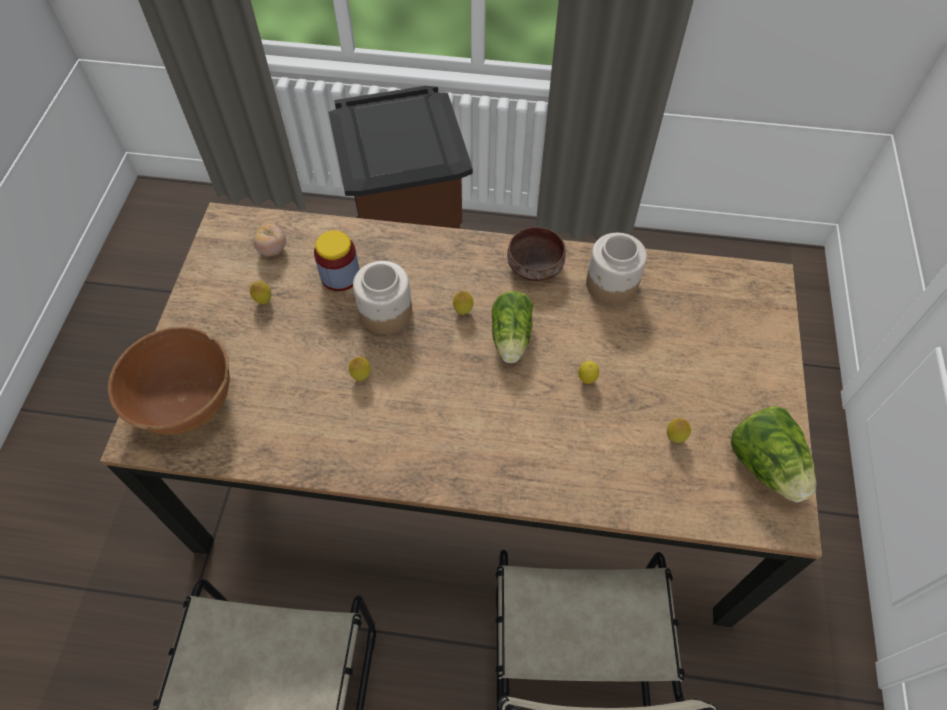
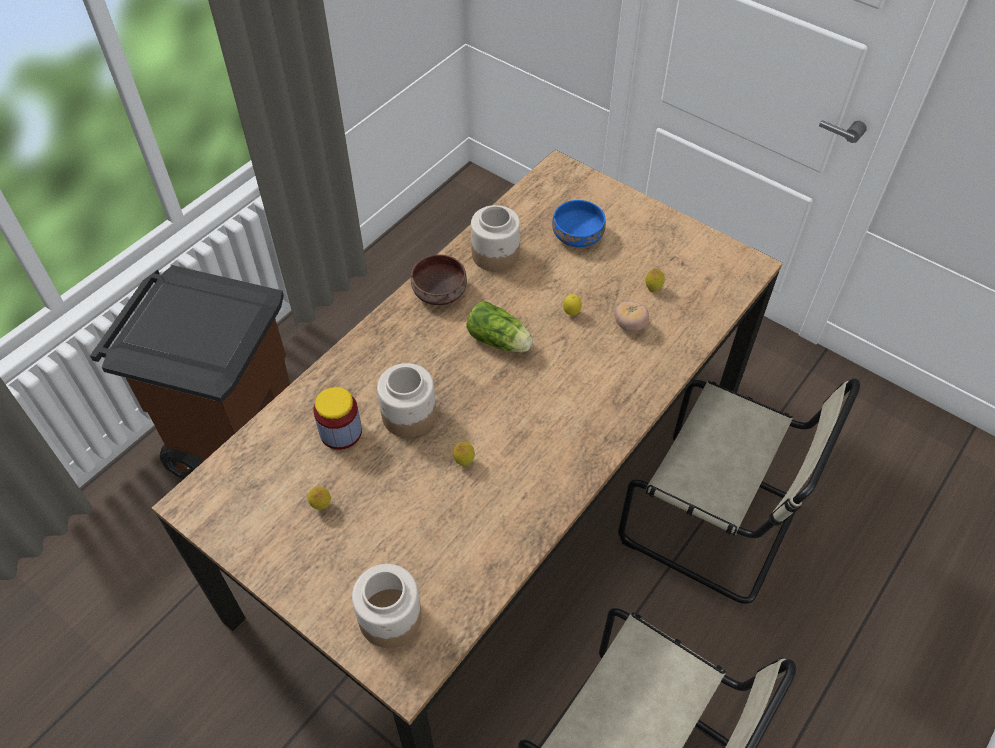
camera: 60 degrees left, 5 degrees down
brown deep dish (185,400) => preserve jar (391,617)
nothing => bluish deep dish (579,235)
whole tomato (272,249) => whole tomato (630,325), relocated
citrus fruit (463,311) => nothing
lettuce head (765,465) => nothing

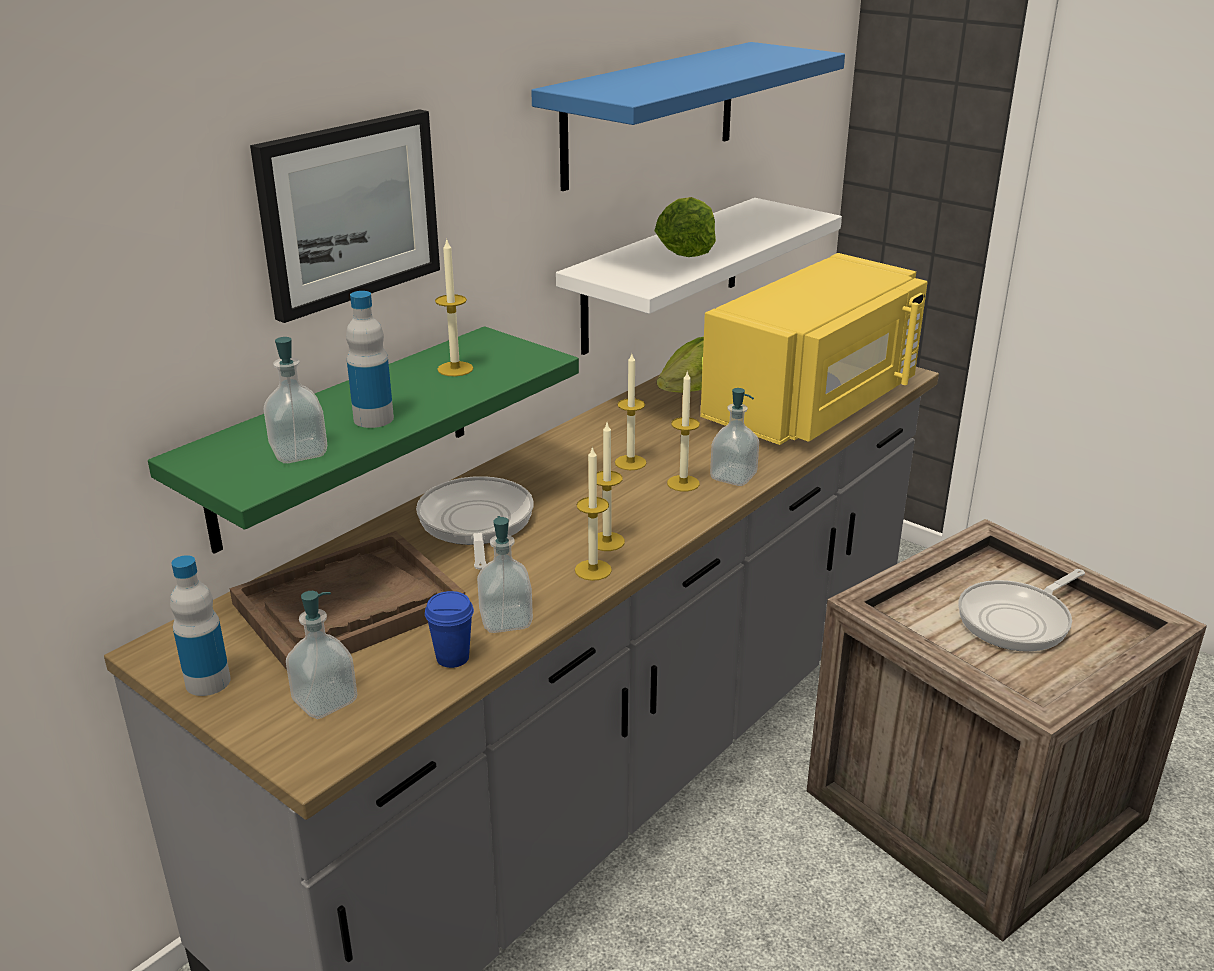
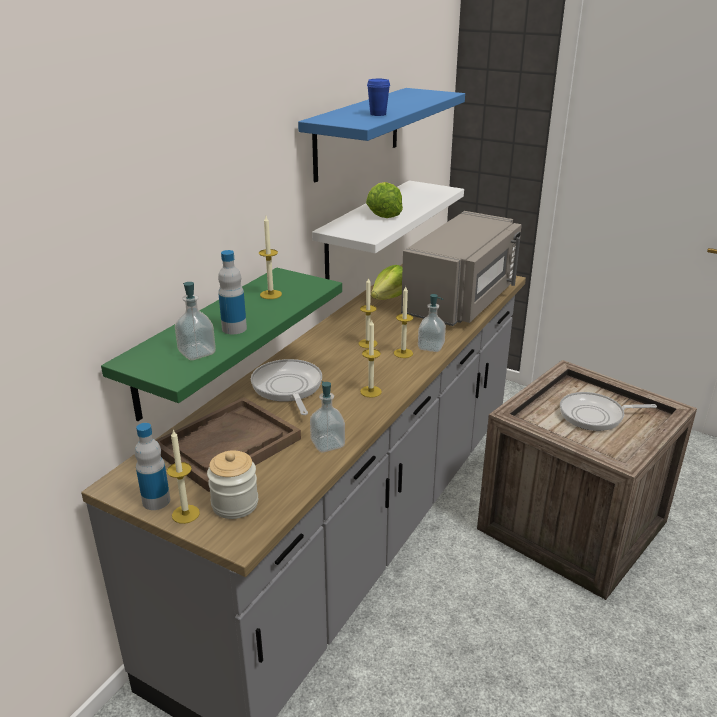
camera: 10 degrees left, 0 degrees up
wax candle (593,570) => wax candle (185,514), relocated
soap dispenser (325,701) => preserve jar (235,504)
bluish cup (452,658) => bluish cup (378,114), relocated
yellow microwave (814,403) => greyish microwave (462,300)
pan (1018,620) => pan (595,415), 45 degrees clockwise
wall art (348,212) => nothing

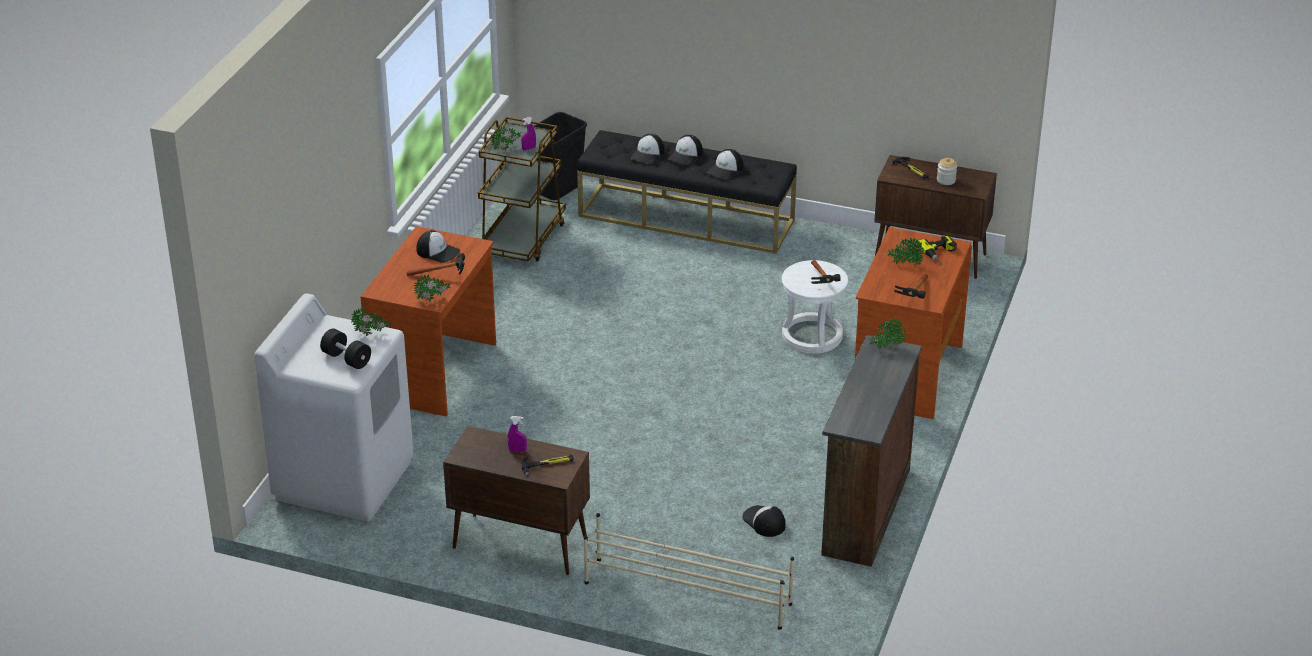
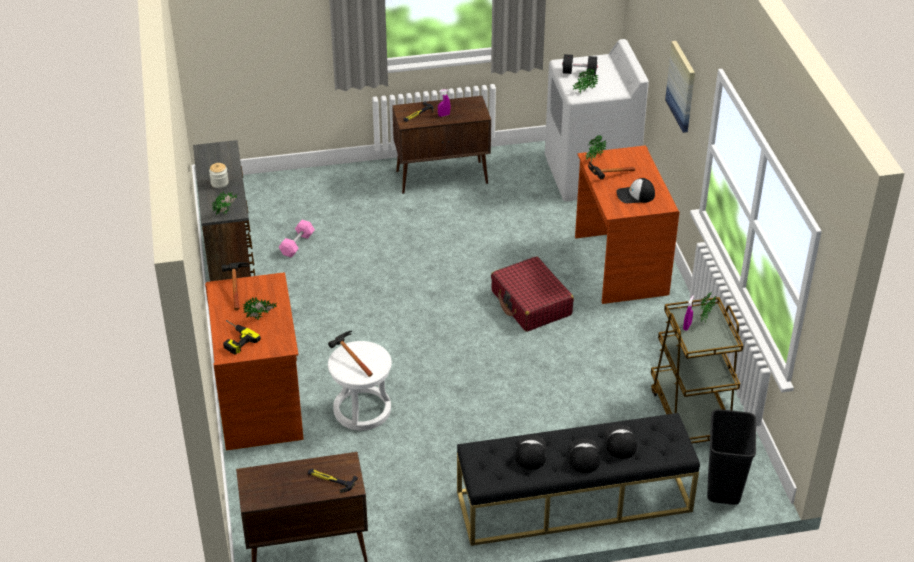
camera: 150 degrees right, 5 degrees up
preserve jar (946,180) => preserve jar (219,183), relocated
cap (764,522) => pink dumbbell (297,244)
nothing => red-coloured travel case (531,303)
nothing => wall art (682,86)
beige-coloured shoe shelf (686,593) => nothing

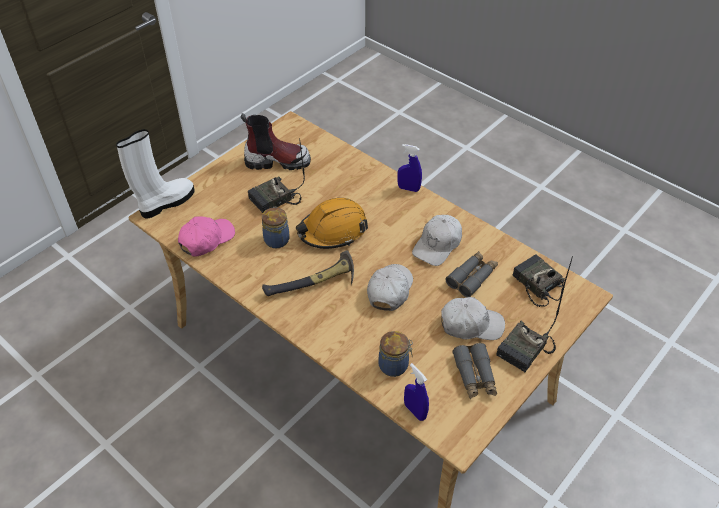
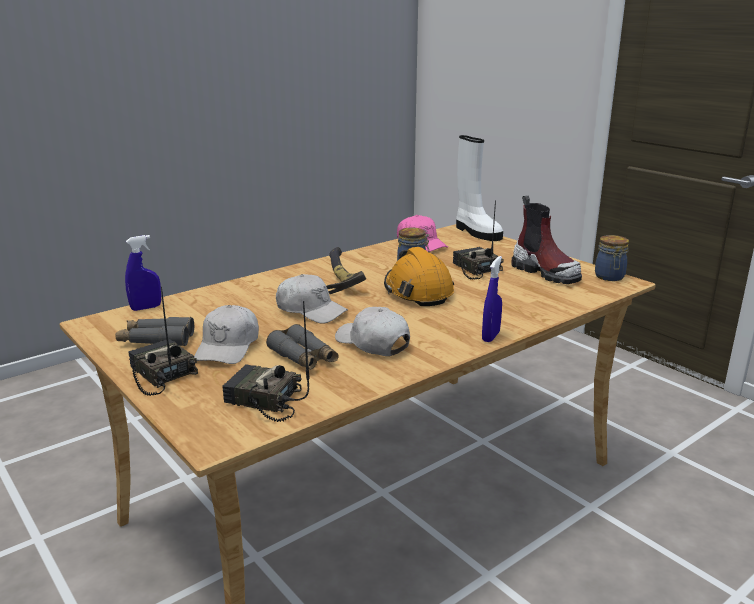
camera: 100 degrees right, 25 degrees down
radio receiver (535,284) => radio receiver (263,401), 135 degrees counterclockwise
boot (277,161) => boot (545,272), 45 degrees counterclockwise
preserve jar (394,365) => preserve jar (609,277), relocated

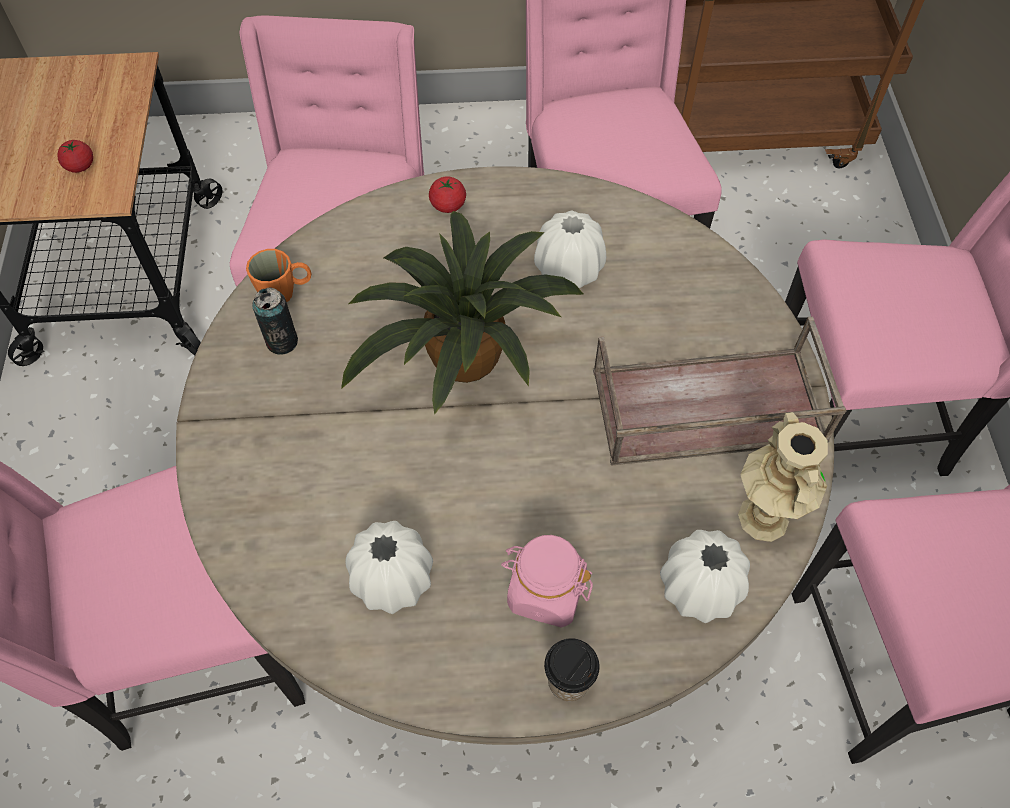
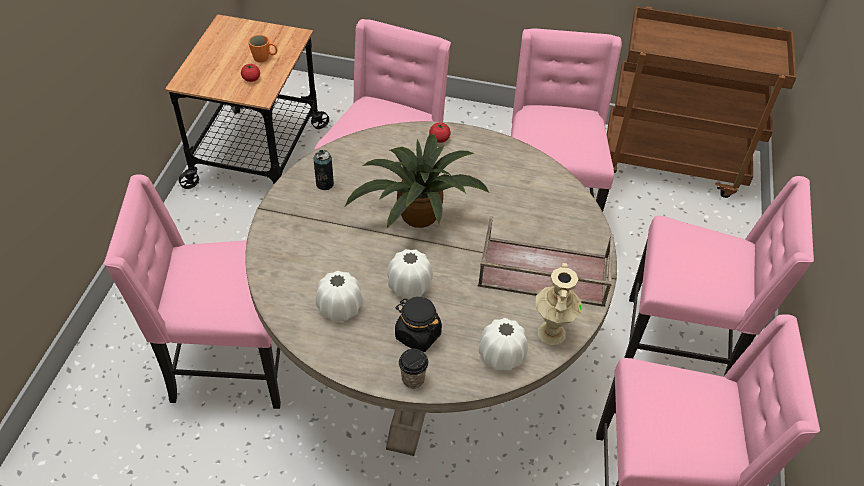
camera: 15 degrees right, 10 degrees down
orangey tea mug (285,292) => orangey tea mug (265,58), relocated
white decorative vase (568,269) => white decorative vase (409,286), relocated
pink preserve jar (545,591) => black preserve jar (417,335)

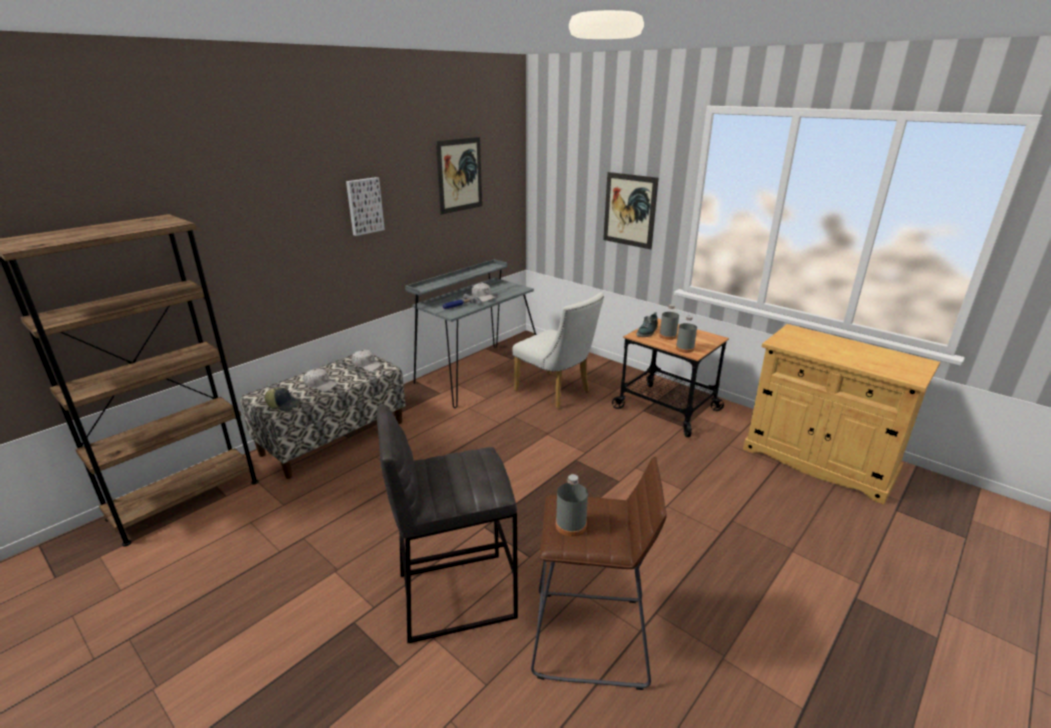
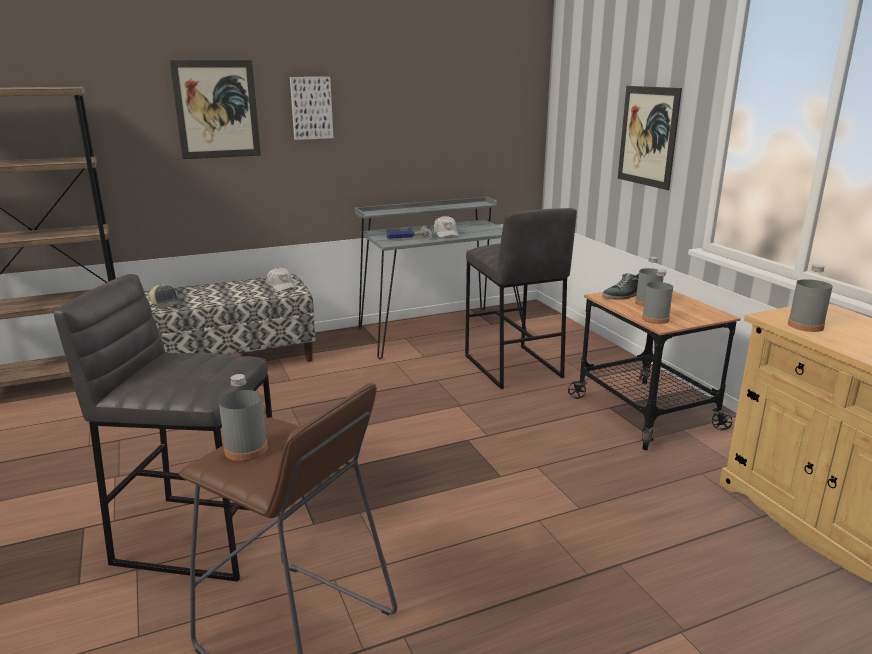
camera: 25 degrees right, 5 degrees down
wall art (459,175) => wall art (216,109), relocated
white upright chair (556,393) => greyish sitting stool (512,367)
nothing => greyish bottle (805,325)
white cap (321,385) => nothing

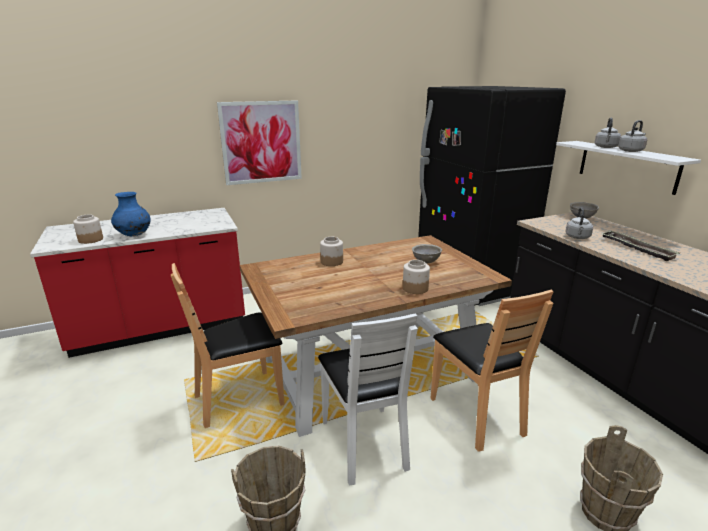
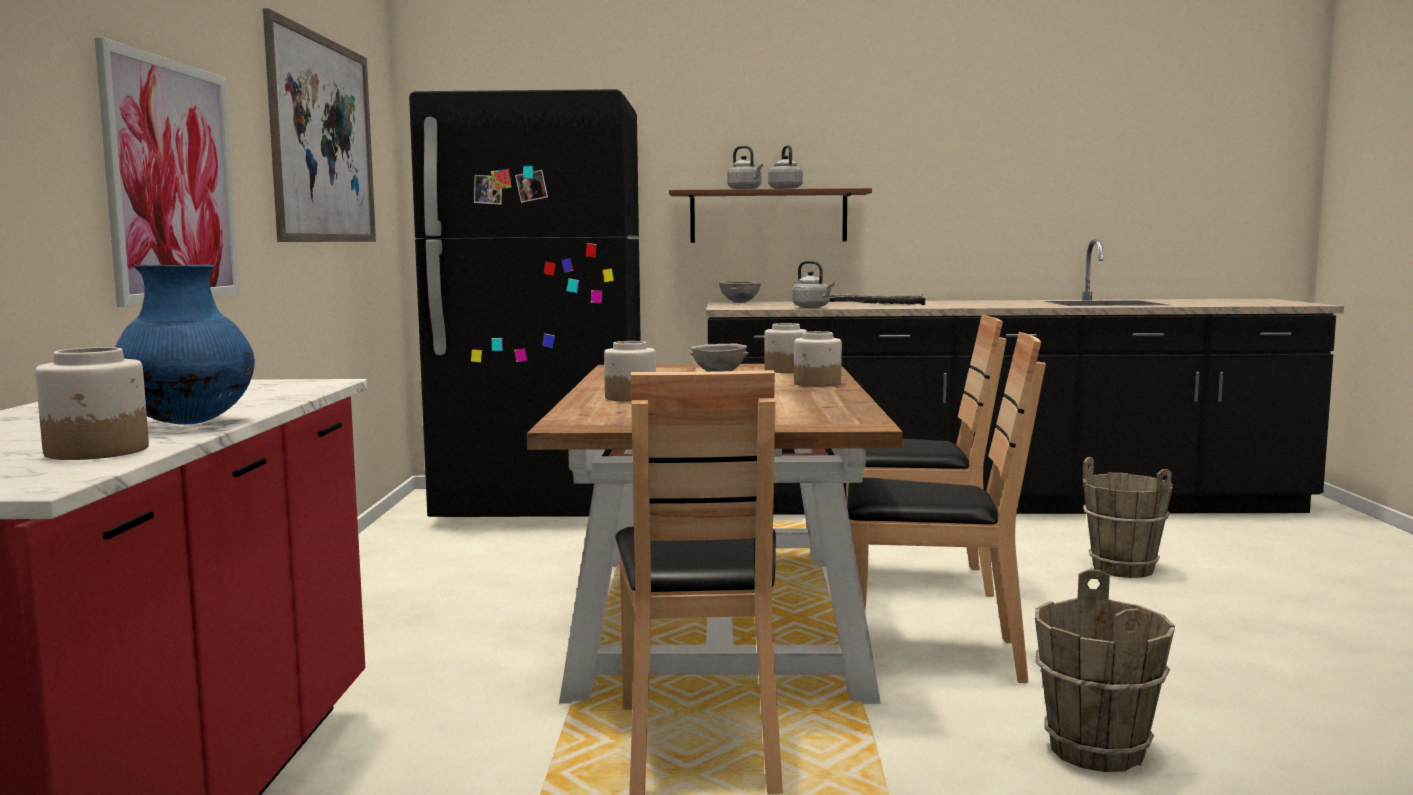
camera: 65 degrees left, 15 degrees down
nothing => wall art (324,140)
white shelf (627,166) => brown shelf (768,216)
nothing => preserve jar (785,370)
white upright chair (365,443) => brown upright chair (931,657)

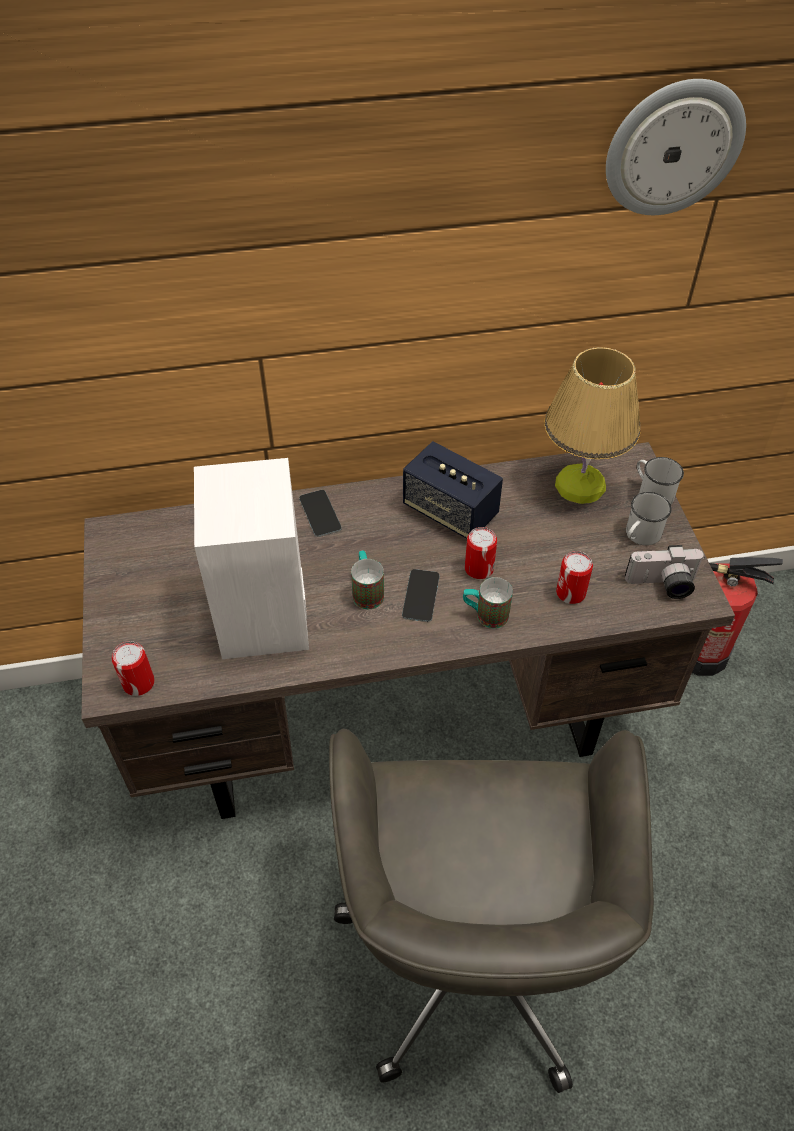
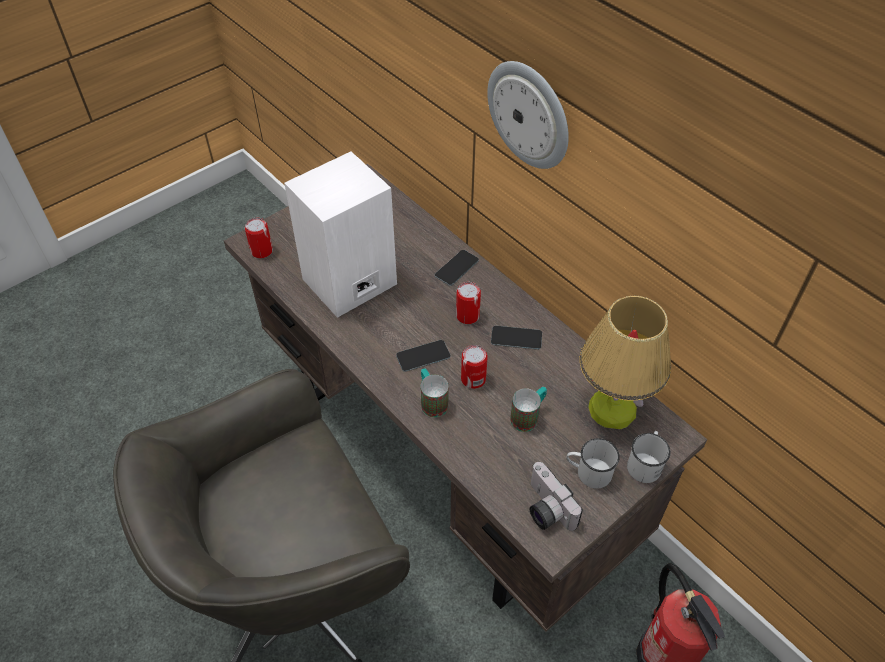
camera: 60 degrees right, 0 degrees up
sealed can (570,593) => sealed can (467,316), relocated
clock on the wall (673,147) => clock on the wall (529,114), relocated
loudspeaker (450,511) => telephone (516,338)
tea mug (366,591) => tea mug (528,416), relocated

